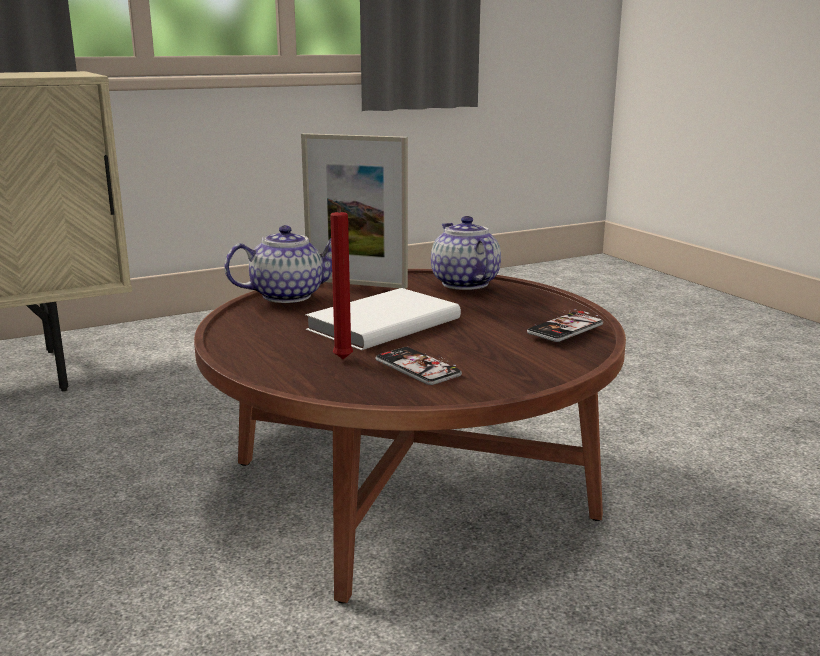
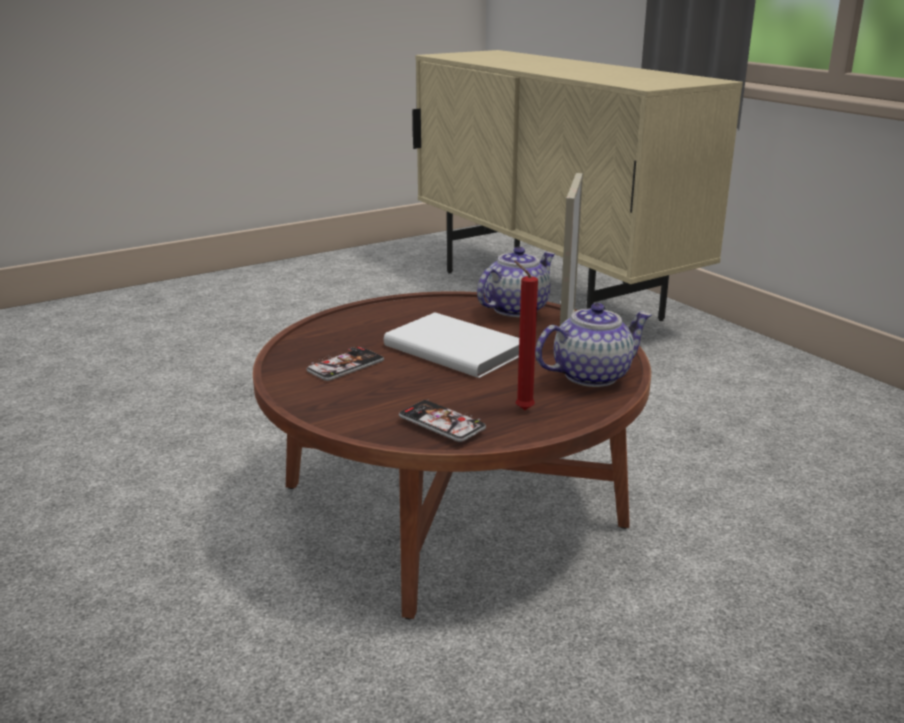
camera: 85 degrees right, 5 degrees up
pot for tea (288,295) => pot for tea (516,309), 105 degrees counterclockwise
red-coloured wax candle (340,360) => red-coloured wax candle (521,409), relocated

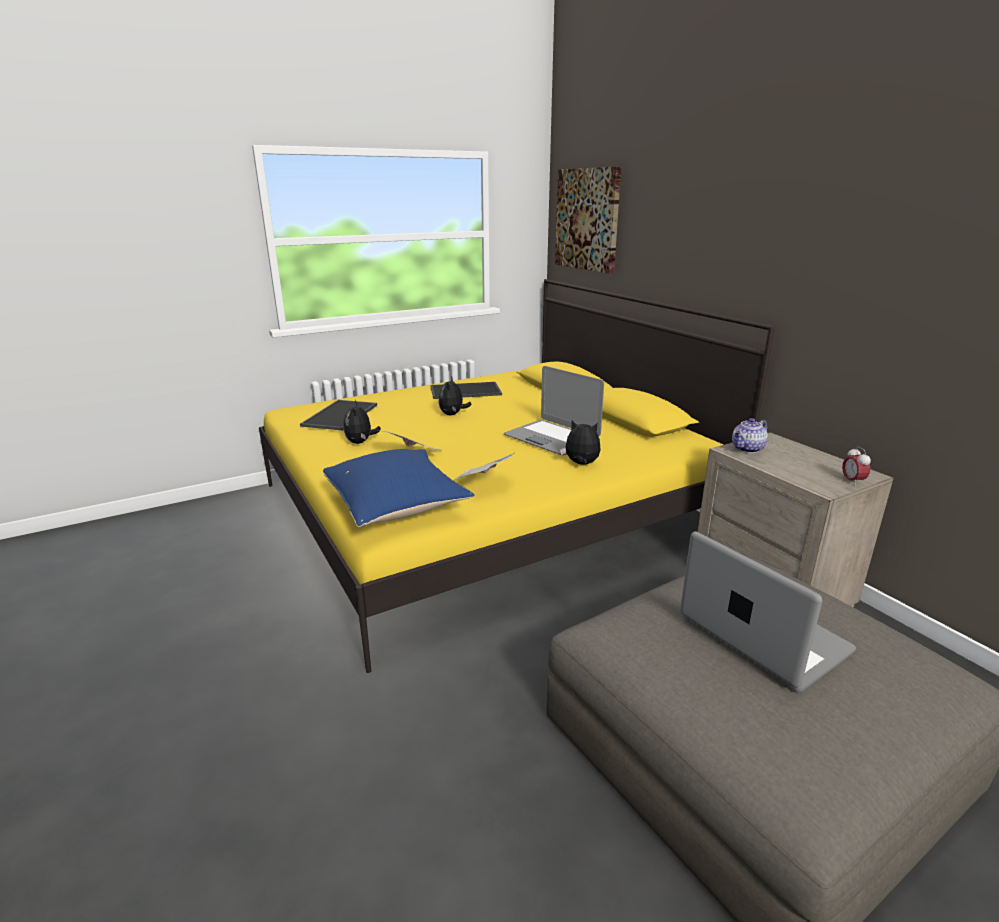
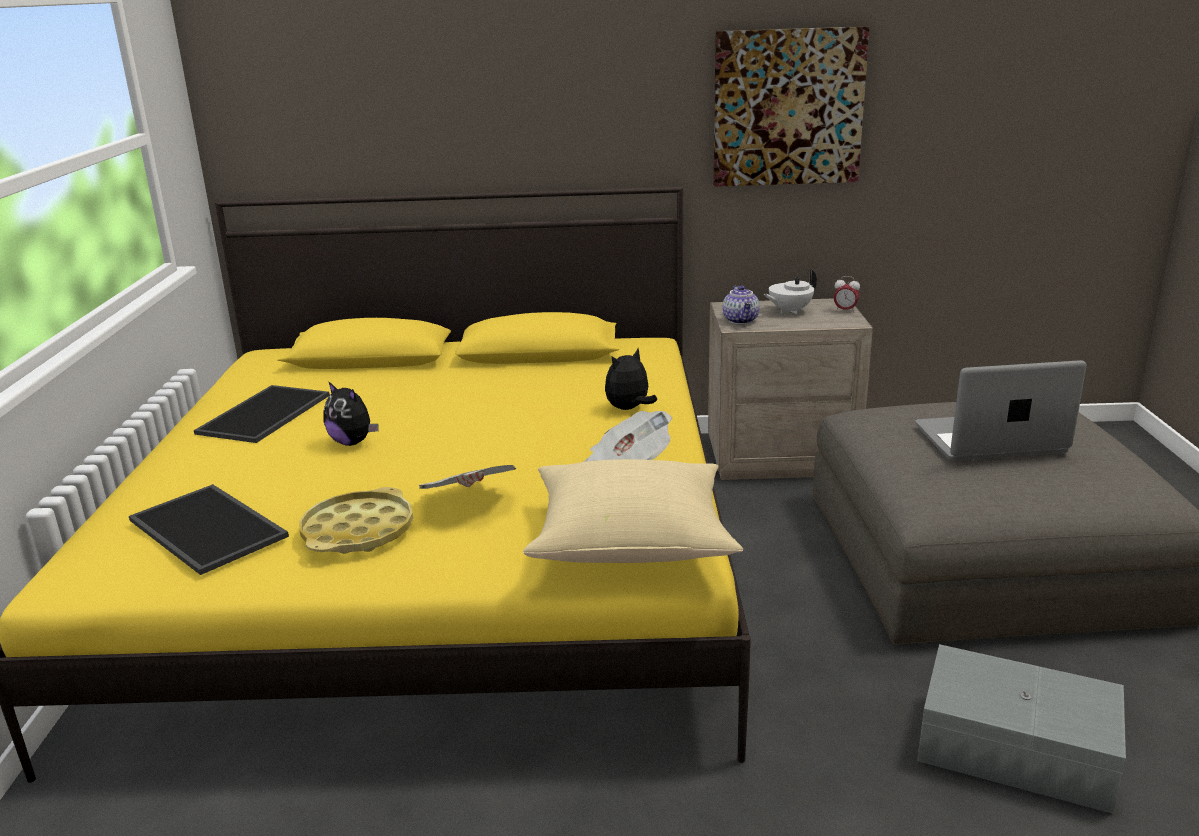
camera: 60 degrees left, 0 degrees up
plush toy (361,442) => yellow tray (358,531)
bluish cushion (397,508) => beige-coloured cushion (632,542)
wall art (588,219) => wall art (787,107), relocated
nothing => white pot for tea (789,311)
nothing => greyish storage bin (1013,746)
portable computer (552,438) => nothing

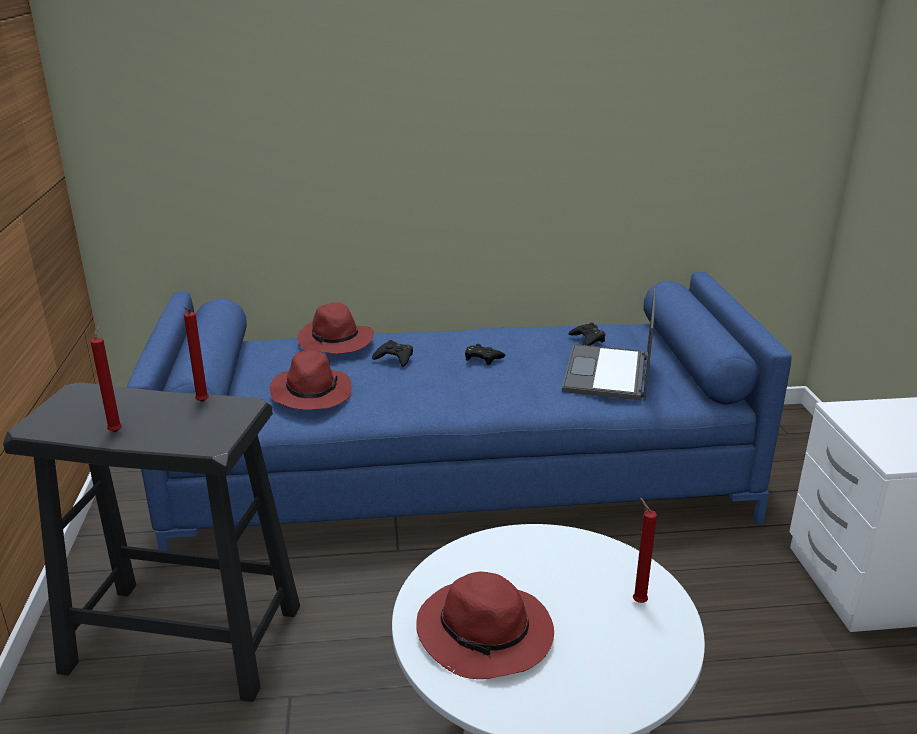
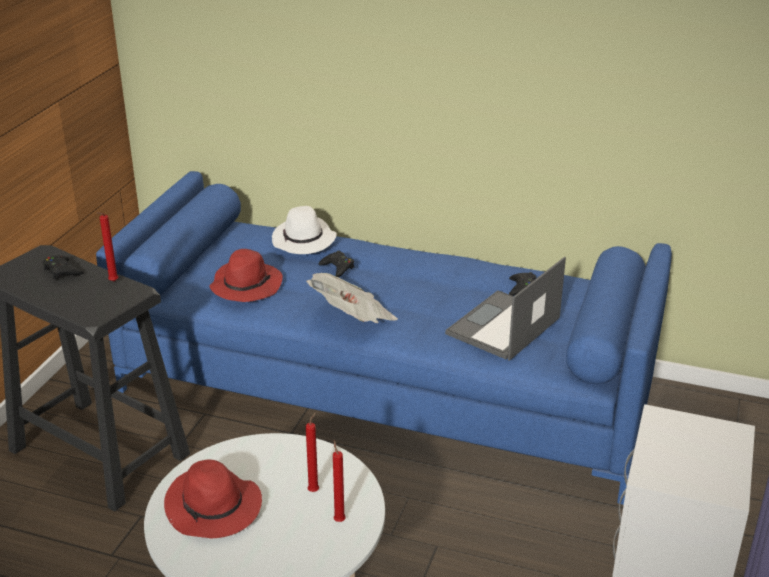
camera: 25 degrees right, 5 degrees up
black game controller (482,358) => black game controller (62,271), relocated
red-coloured hat (336,342) => white hat (304,241)
nothing => newspaper (353,318)
red-coloured wax candle (116,431) => red-coloured wax candle (314,490), relocated

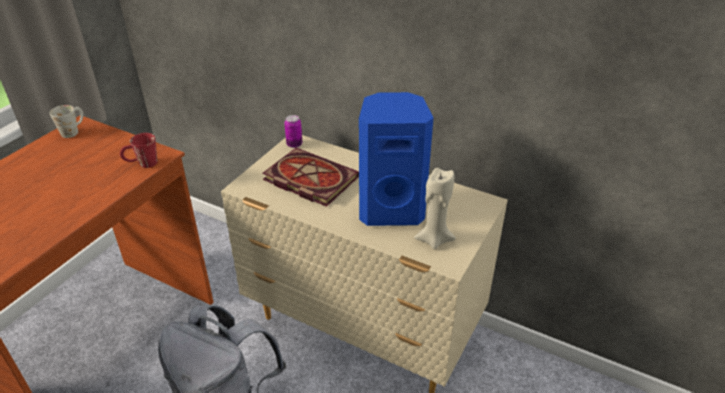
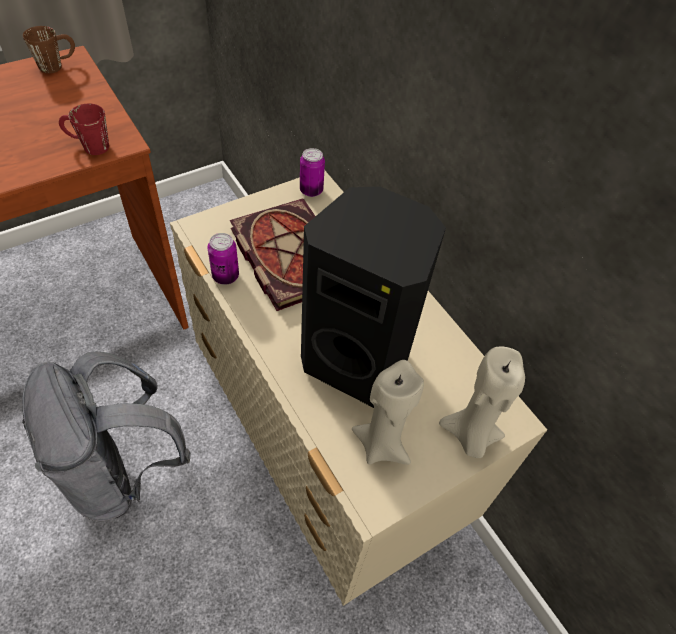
camera: 25 degrees right, 15 degrees up
white tea mug (73,130) => brown tea mug (57,65)
nothing => sealed can (225,276)
bluish loudspeaker (391,210) => black loudspeaker (359,360)
nothing => beige-coloured wax candle (470,436)

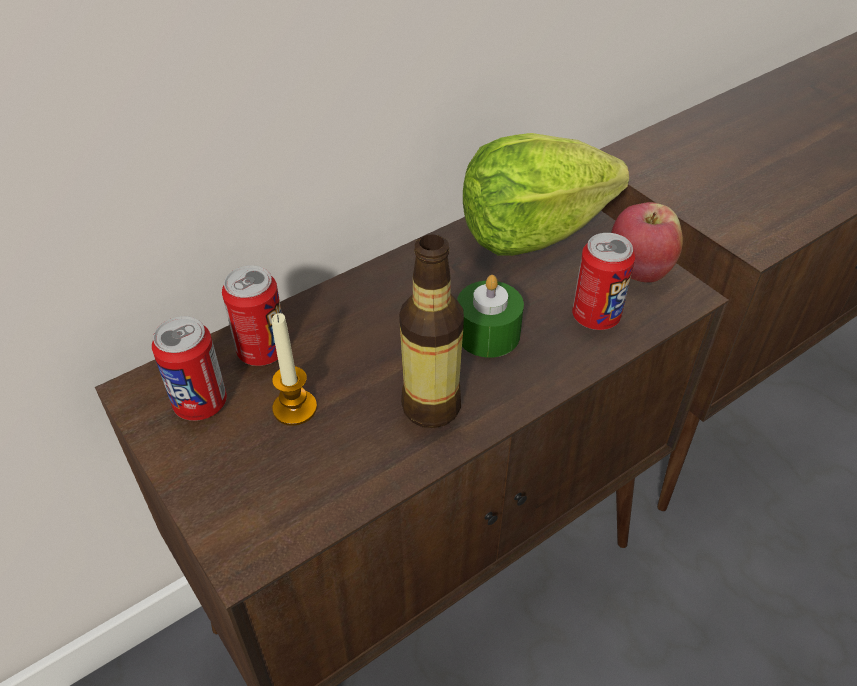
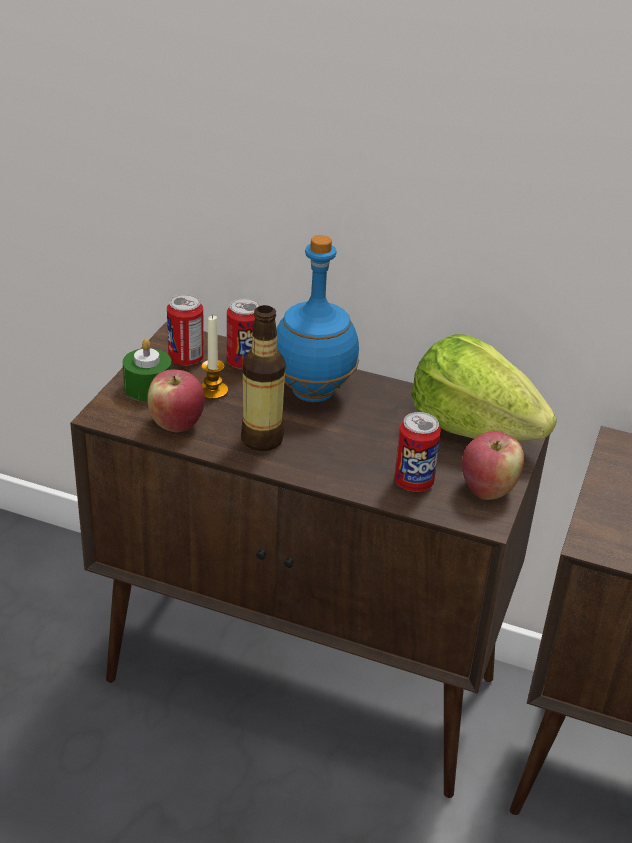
camera: 55 degrees right, 10 degrees down
green wax candle (488,333) => green wax candle (148,387), relocated
nothing => apple fruit (176,424)
nothing => bluish bottle (312,393)

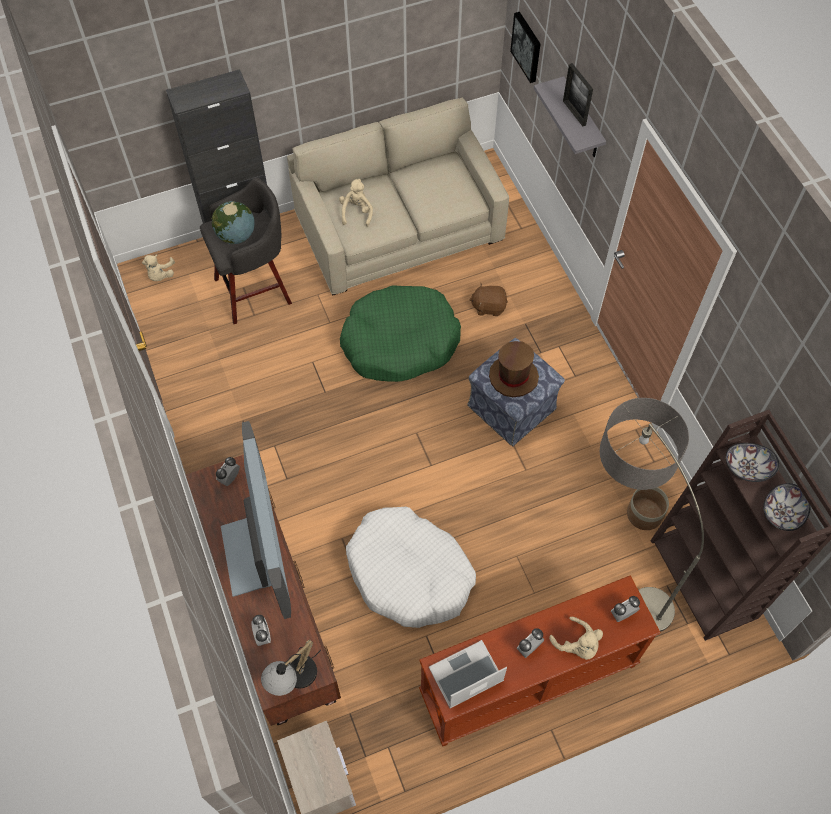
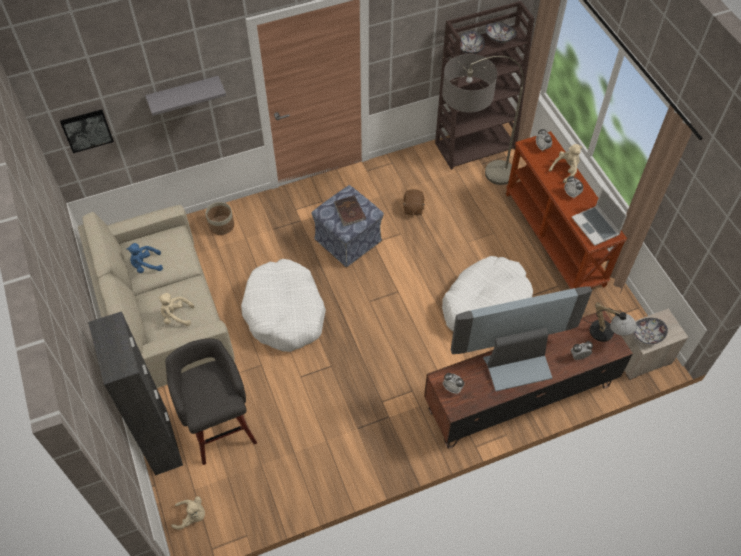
camera: 90 degrees left, 5 degrees down
nothing => bluish plush toy (146,265)
flower pot (644,514) => flower pot (221,225), relocated
green pet bed (399,342) => white pet bed (285,312)
brown hat (513,377) => brown book (349,212)
brown plush toy (488,306) => brown plush toy (413,208), relocated
nothing => deep dish (647,336)
globe (236,236) => nothing
picture frame (574,113) => nothing

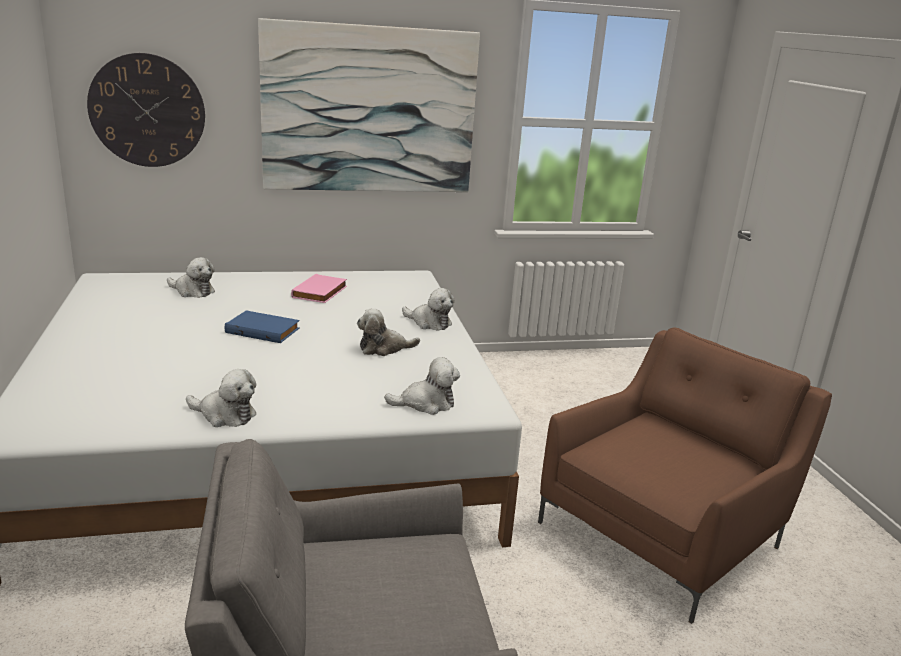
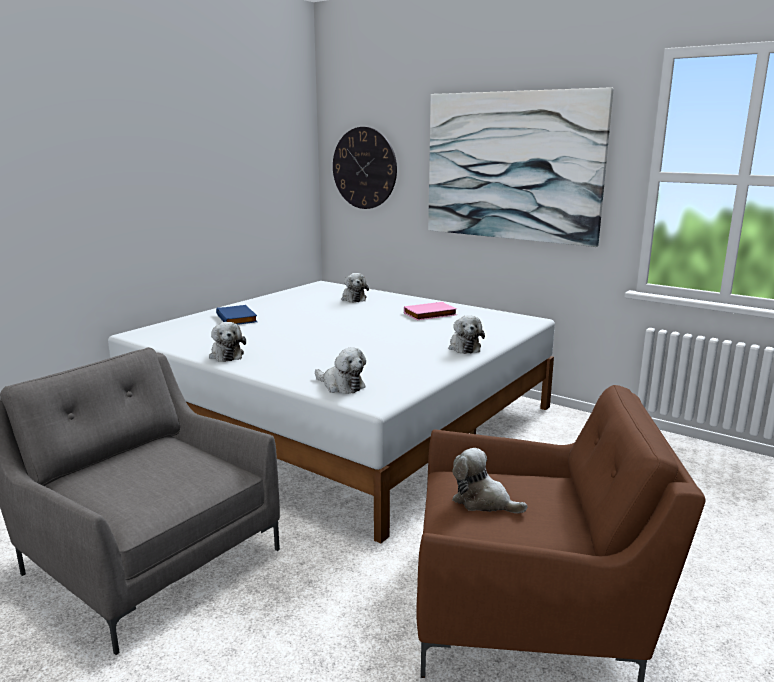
camera: 50 degrees right, 5 degrees down
bluish book (264,330) => bluish book (238,318), relocated
plush toy (384,348) => plush toy (483,501), relocated

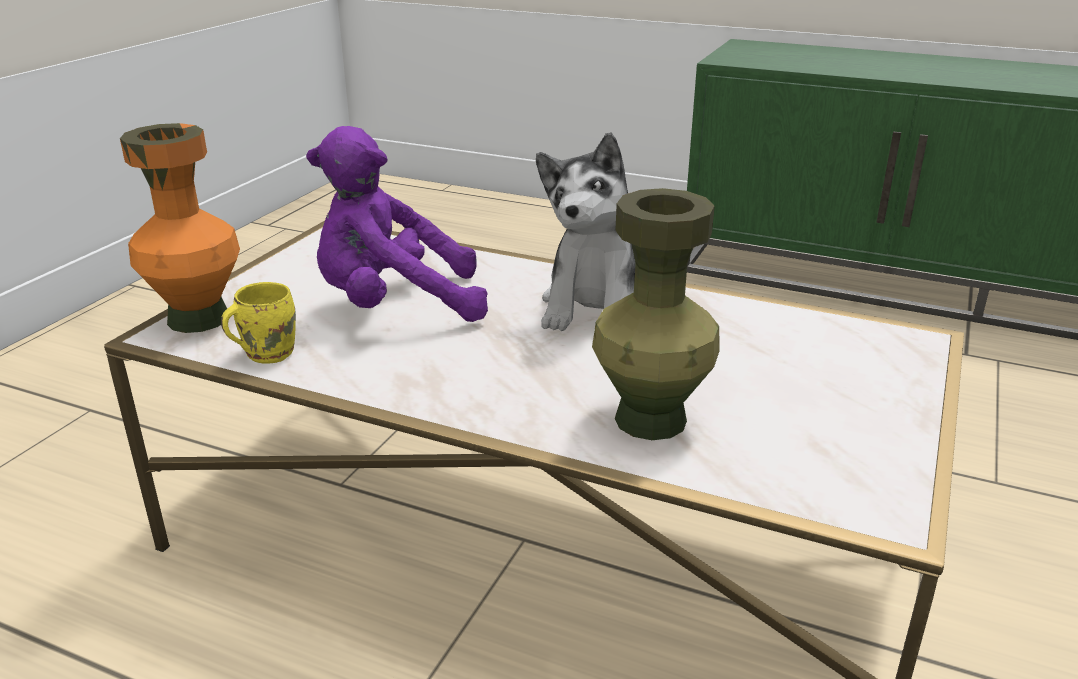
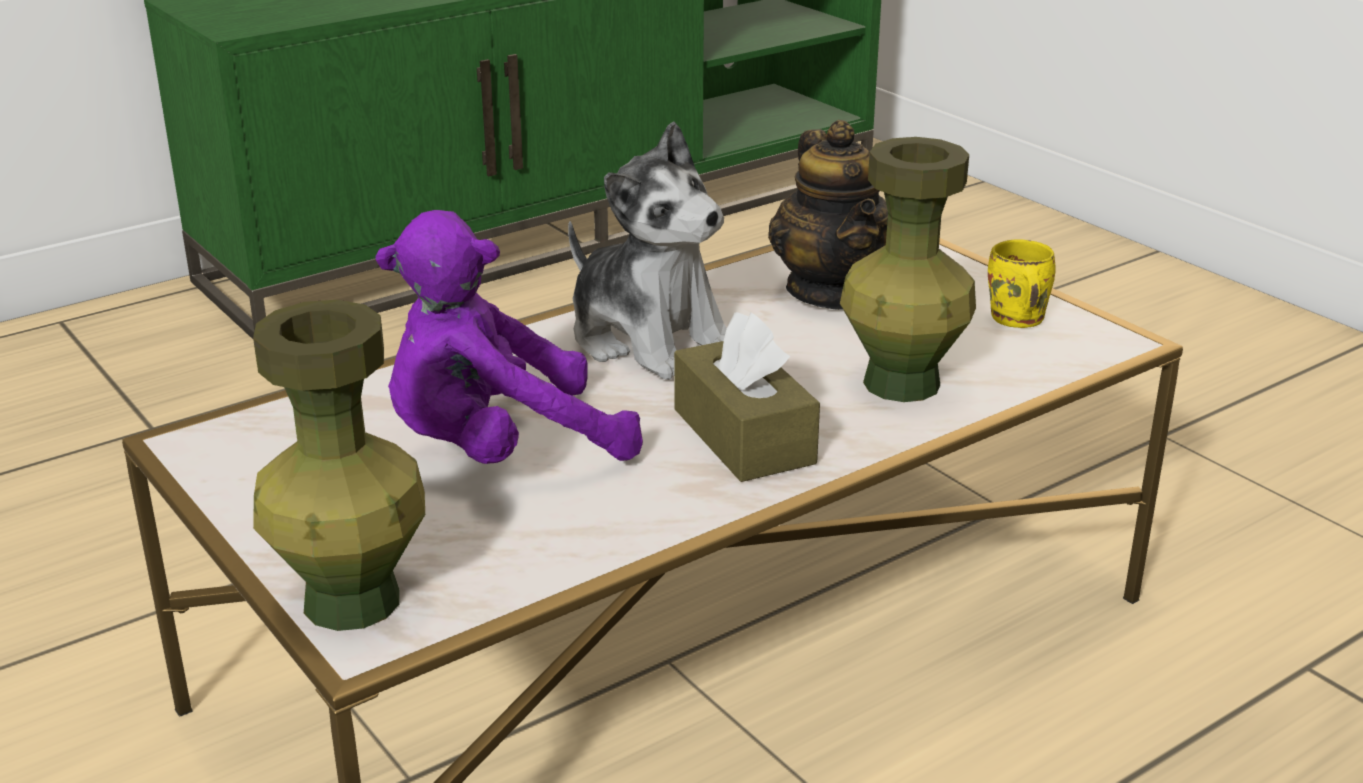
camera: 60 degrees left, 0 degrees up
orangey decorative vase (197,318) => green decorative vase (350,601)
purplish plush toy (395,306) => purplish plush toy (499,451), 45 degrees clockwise
nothing => brown tissue holder (743,436)
nothing => pot for tea (832,292)
yellow tea mug (266,353) => yellow tea mug (1014,320), relocated

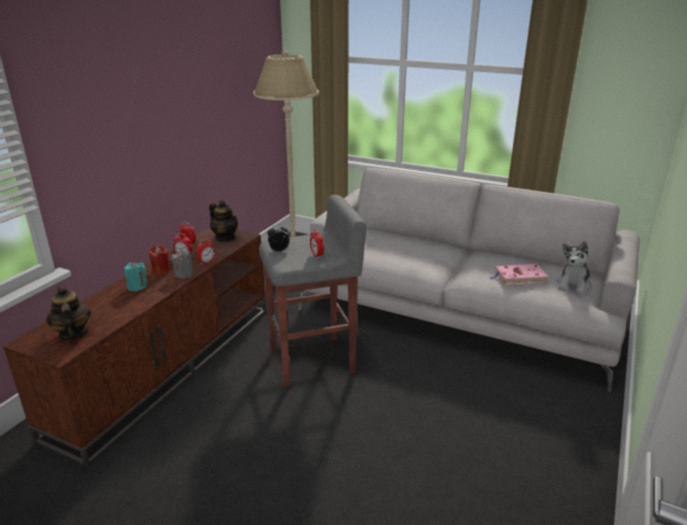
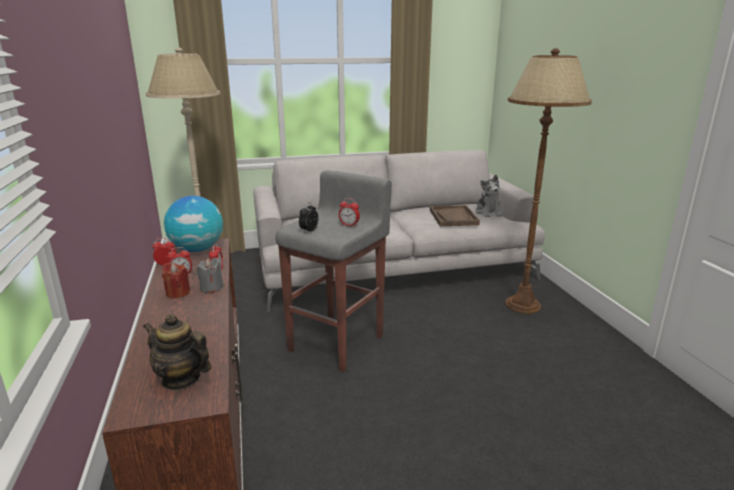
camera: 40 degrees left, 5 degrees down
pot for tea (225,237) => globe (197,249)
pink book (518,278) => brown tray (453,217)
nothing => brown floor lamp (523,305)
turquoise wax candle (137,287) => nothing

